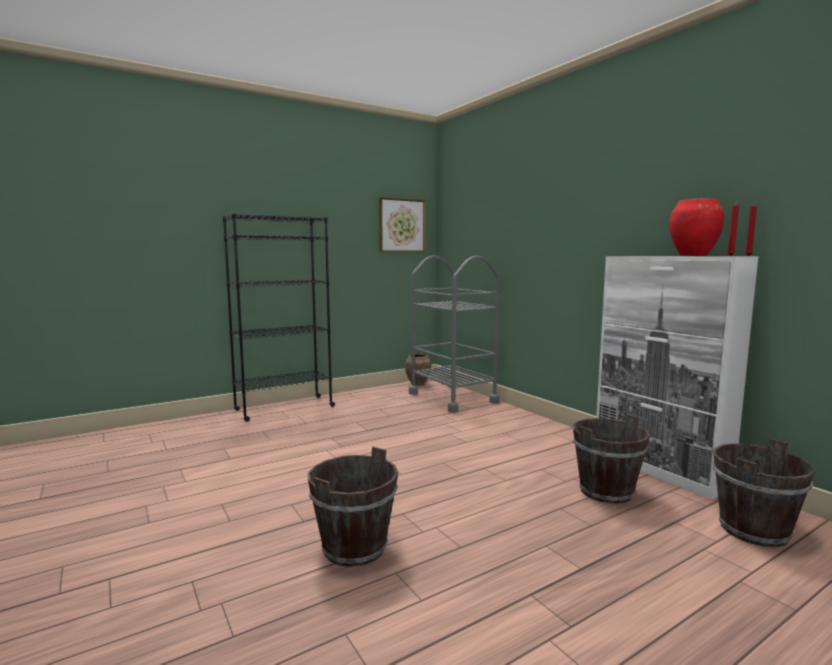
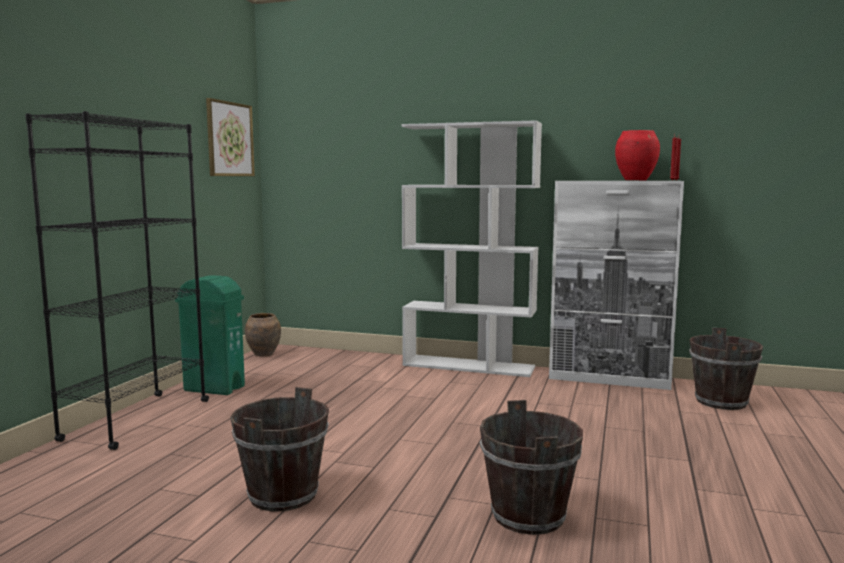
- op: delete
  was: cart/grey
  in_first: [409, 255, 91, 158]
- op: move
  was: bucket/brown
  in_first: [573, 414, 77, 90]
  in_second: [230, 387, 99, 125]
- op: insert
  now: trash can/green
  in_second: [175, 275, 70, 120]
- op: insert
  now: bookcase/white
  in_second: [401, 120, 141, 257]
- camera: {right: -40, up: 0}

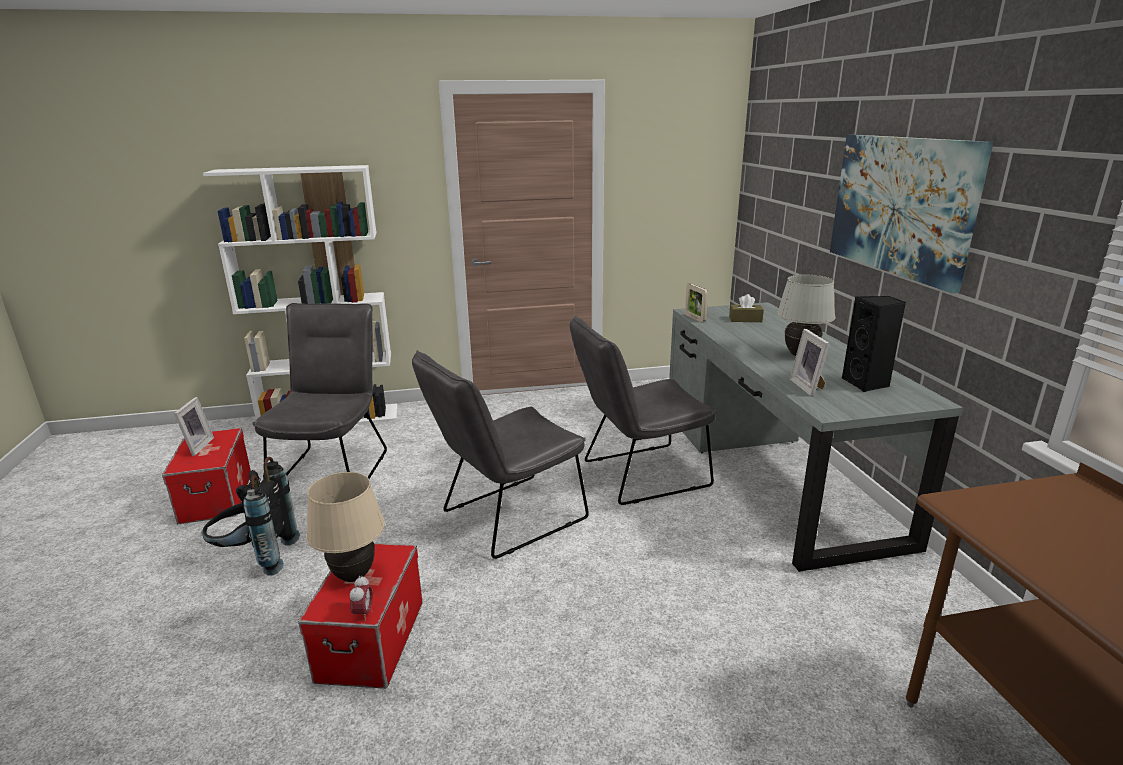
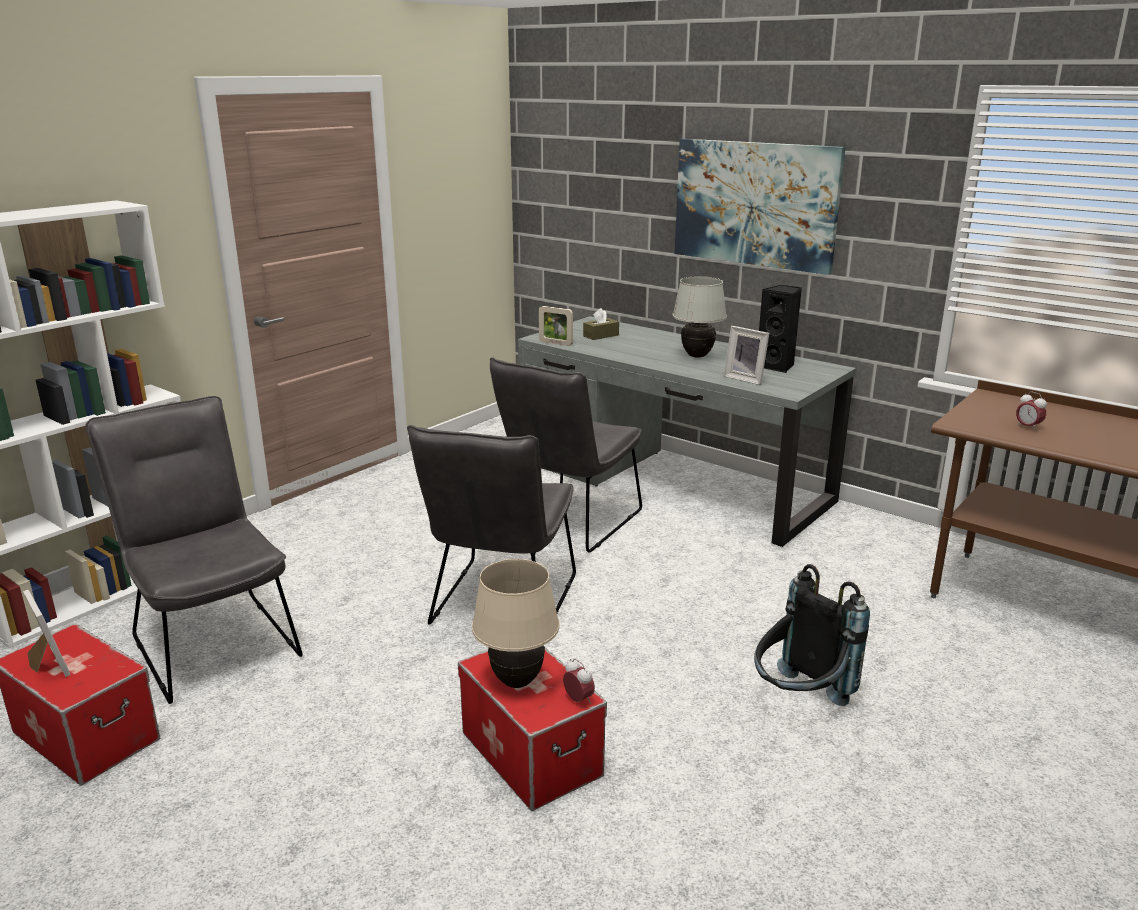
- op: move
  was: backpack/black
  in_first: [202, 457, 98, 118]
  in_second: [754, 564, 116, 142]
- op: insert
  now: alarm clock
  in_second: [1016, 392, 31, 39]
- camera: {right: -40, up: 0}

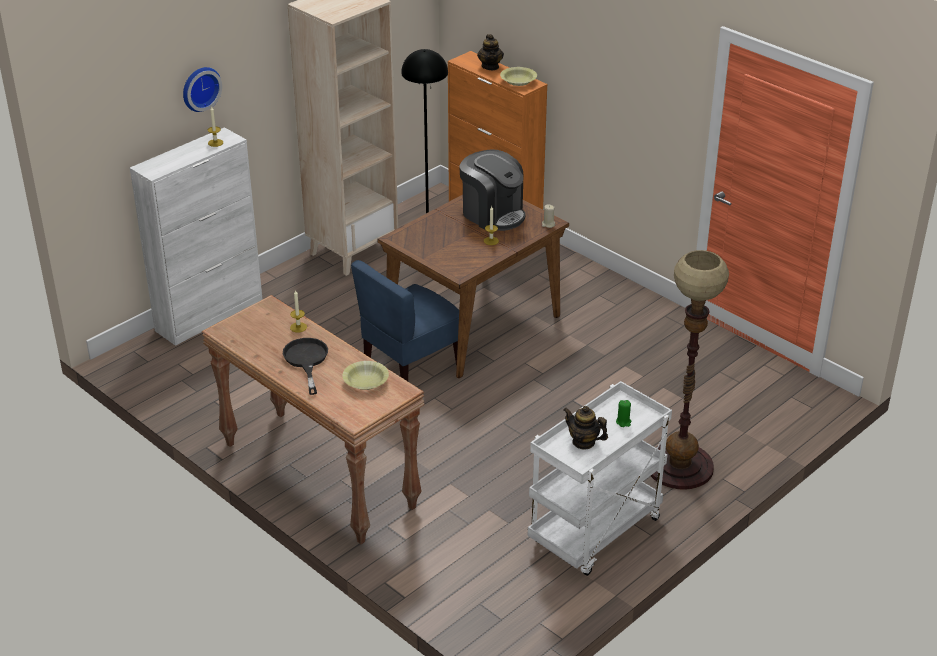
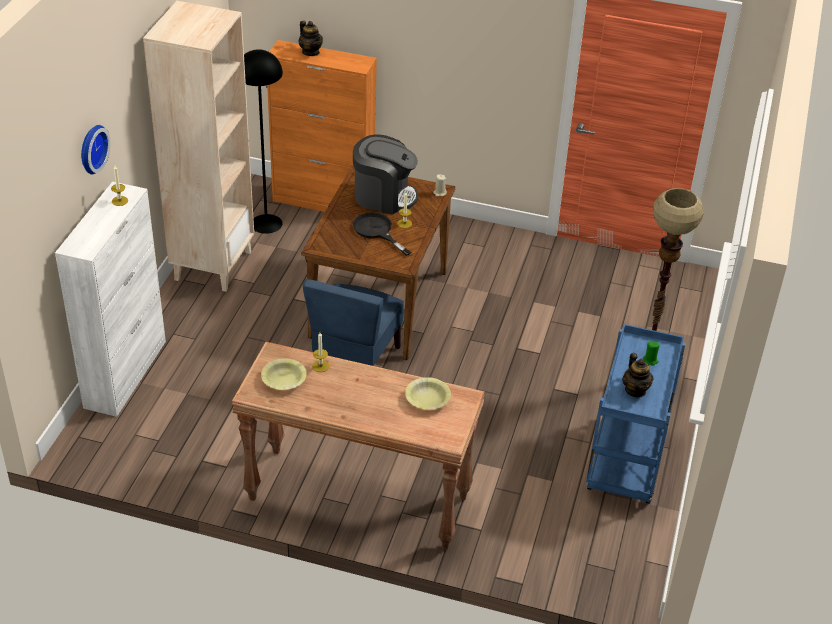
- op: move
  was: frying pan/black
  in_first: [283, 338, 45, 57]
  in_second: [353, 212, 58, 44]
- op: move
  was: bowl/yellow
  in_first: [500, 67, 37, 19]
  in_second: [261, 358, 46, 32]
- op: recolor
  was: cart/white
  now: cart/blue
  in_first: [528, 381, 144, 195]
  in_second: [586, 324, 100, 180]
- op: rotate
  was: teapot
  in_first: [563, 406, 45, 44]
  in_second: [622, 353, 32, 45]
  clockwise: -105
- camera: {right: -30, up: 5}

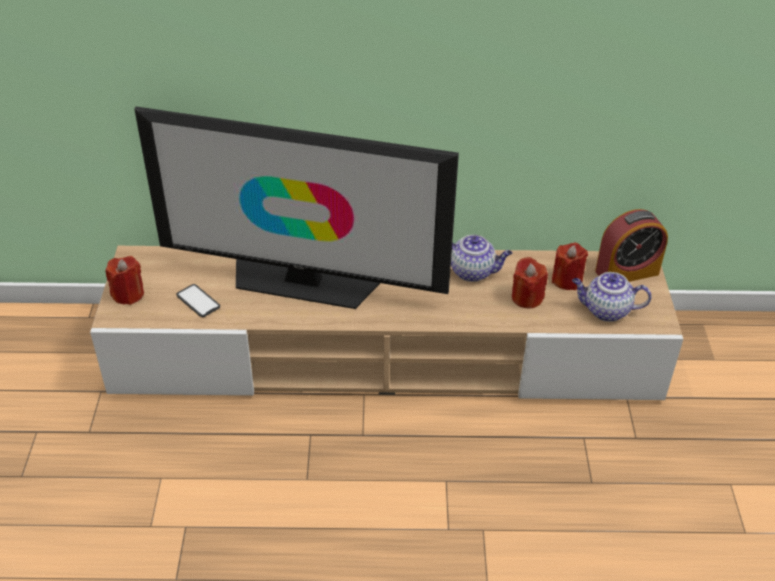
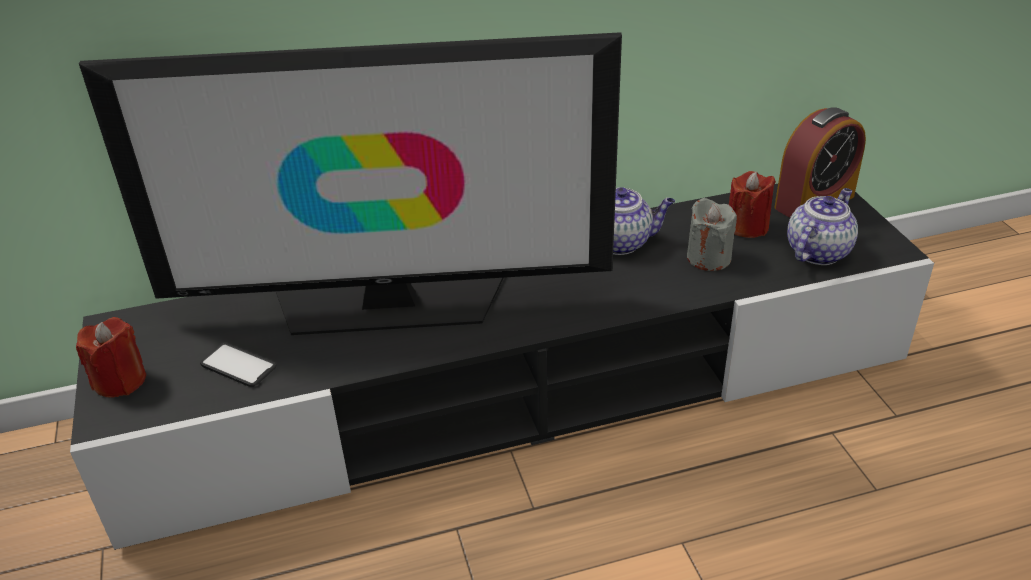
- op: recolor
  was: tv stand/beige
  now: tv stand/black
  in_first: [90, 246, 593, 154]
  in_second: [70, 184, 864, 366]
- op: recolor
  was: candle/red
  now: candle/grey
  in_first: [512, 257, 36, 52]
  in_second: [687, 198, 50, 73]
- op: rotate
  was: teapot
  in_first: [572, 272, 80, 50]
  in_second: [787, 188, 71, 77]
  clockwise: 135
- camera: {right: -15, up: -5}

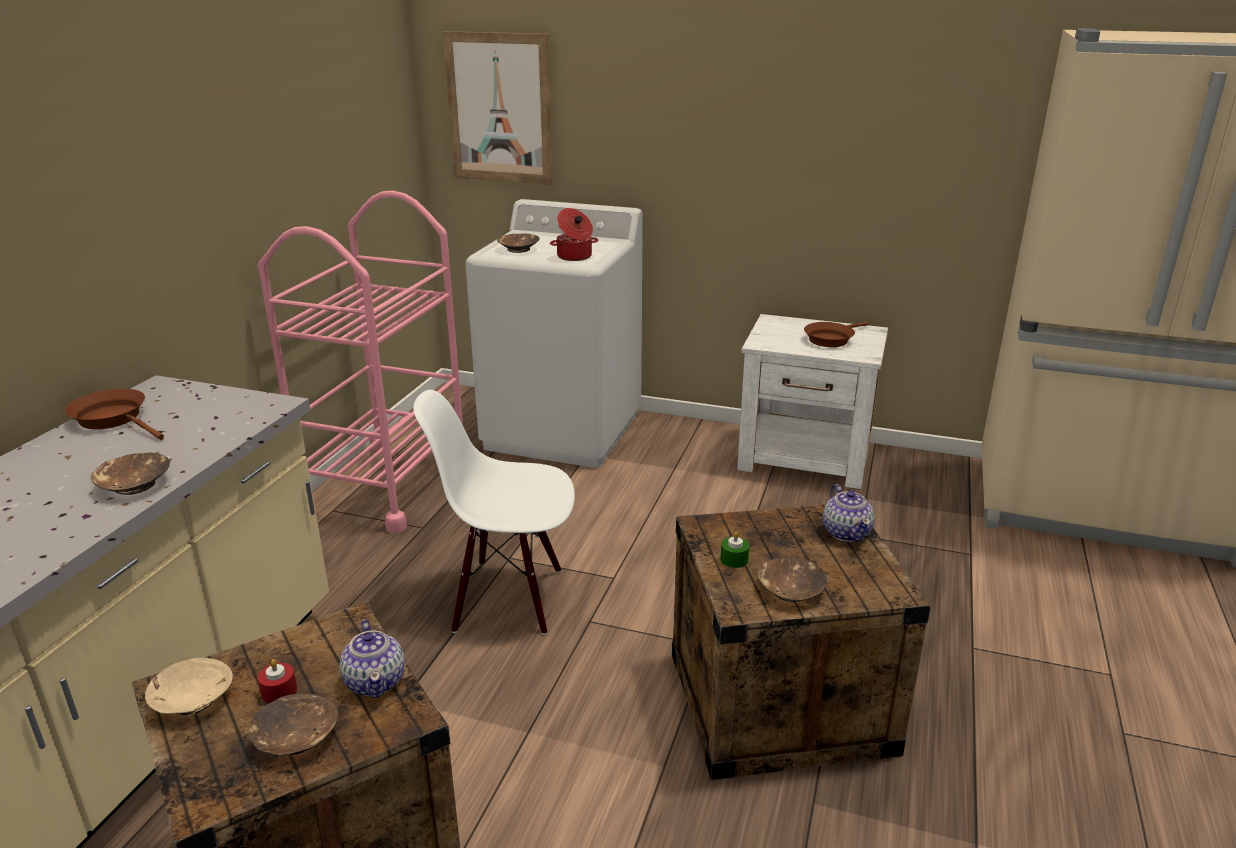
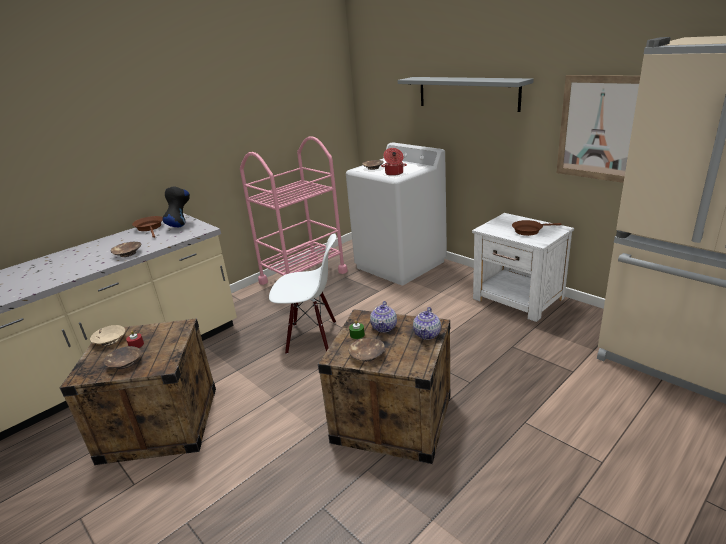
- op: move
  was: teapot
  in_first: [340, 619, 65, 79]
  in_second: [370, 301, 27, 31]
- op: rotate
  was: chair/white
  in_first: [413, 390, 162, 245]
  in_second: [269, 233, 67, 121]
  clockwise: 150
- op: move
  was: picture
  in_first: [443, 31, 110, 154]
  in_second: [557, 75, 83, 108]
- op: insert
  now: vase/black
  in_second: [162, 186, 28, 41]
- op: insert
  now: shelf/grey
  in_second: [398, 77, 136, 35]
- camera: {right: 30, up: 0}

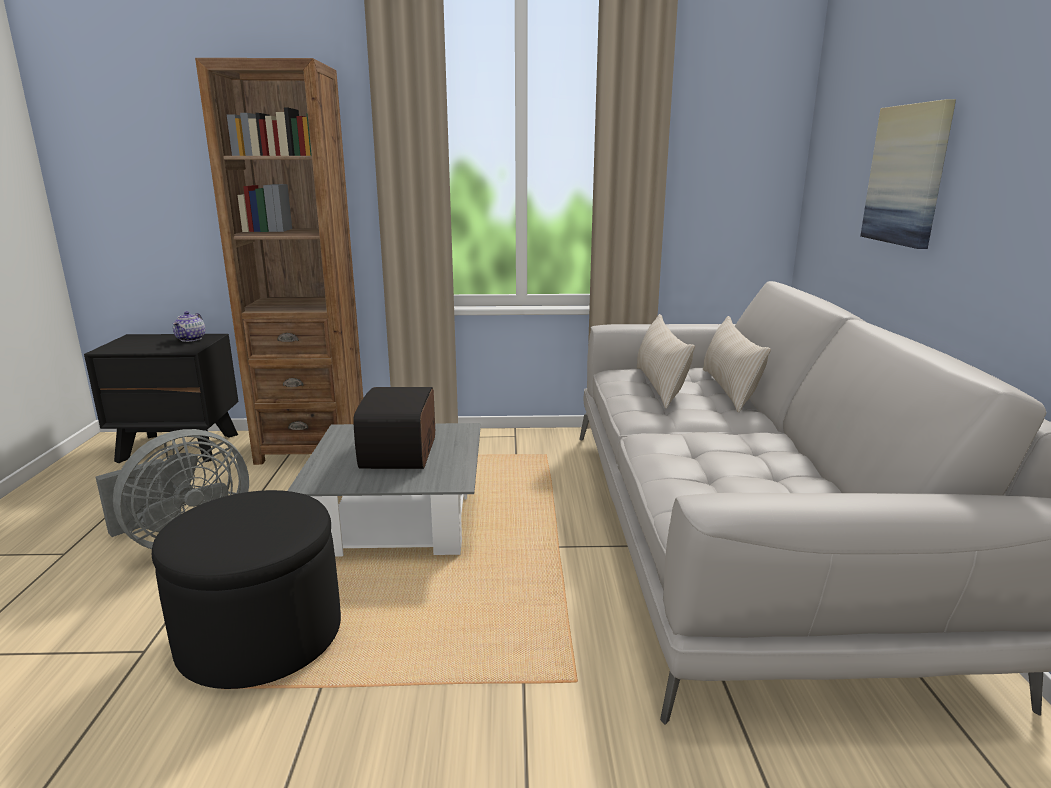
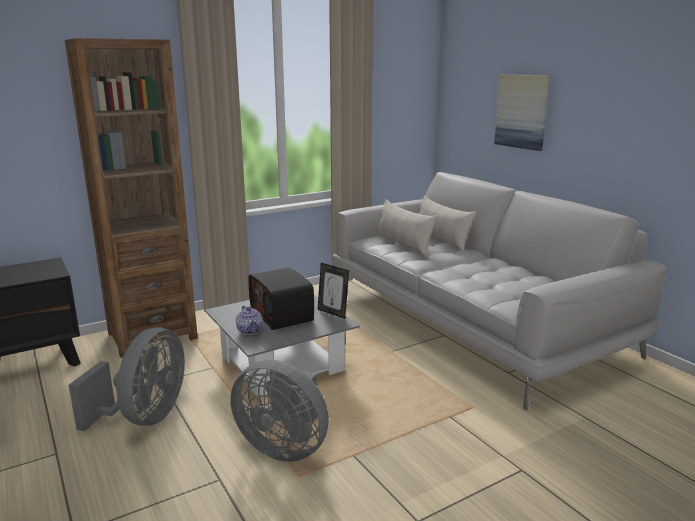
- op: replace
  was: ottoman/black
  now: fan/grey
  in_first: [152, 490, 189, 199]
  in_second: [230, 360, 99, 102]
- op: move
  was: teapot
  in_first: [173, 311, 32, 31]
  in_second: [236, 305, 27, 30]
- op: insert
  now: picture frame
  in_second: [318, 263, 31, 56]
- camera: {right: -30, up: 0}

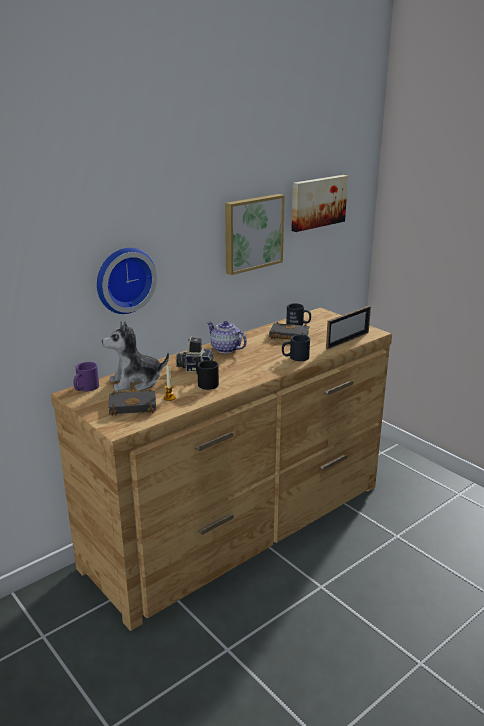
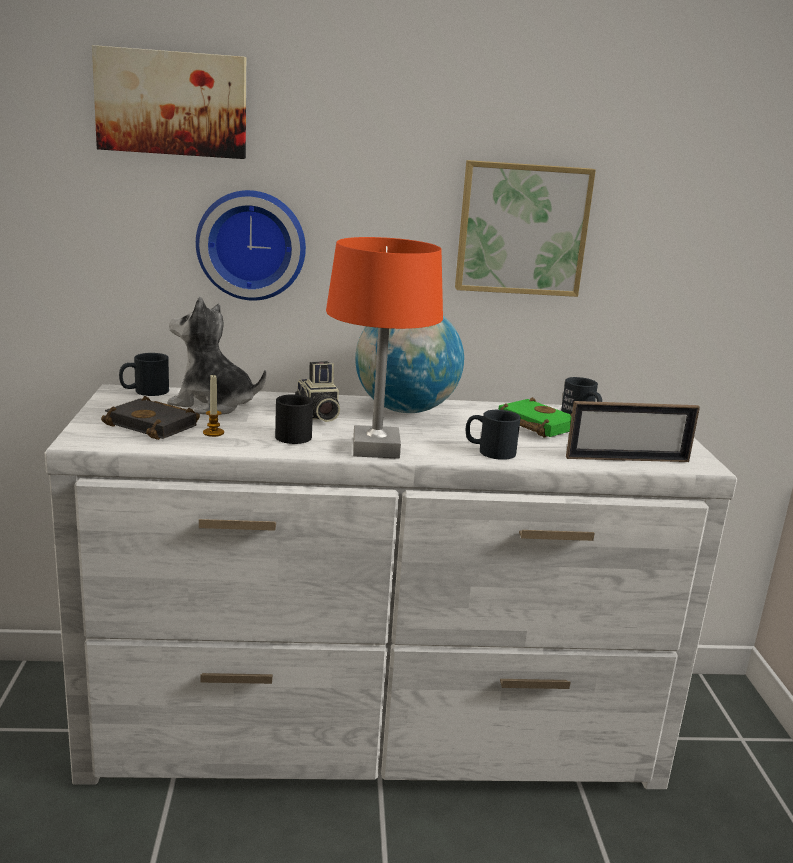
- op: recolor
  was: dresser/brown
  now: dresser/white
  in_first: [51, 307, 341, 324]
  in_second: [45, 384, 692, 405]
- op: recolor
  was: mug/purple
  now: mug/black
  in_first: [74, 362, 25, 29]
  in_second: [119, 353, 50, 43]
- op: rotate
  was: photo camera
  in_first: [176, 336, 37, 36]
  in_second: [295, 361, 45, 61]
  clockwise: -150
- op: replace
  was: teapot
  now: globe
  in_first: [206, 321, 41, 32]
  in_second: [355, 316, 109, 97]
- op: recolor
  was: book/black
  now: book/green
  in_first: [269, 322, 41, 18]
  in_second: [498, 397, 74, 41]
- op: move
  was: picture
  in_first: [291, 175, 57, 57]
  in_second: [92, 45, 154, 114]
- op: insert
  now: table lamp/orange
  in_second: [326, 237, 117, 222]
- camera: {right: 35, up: -5}

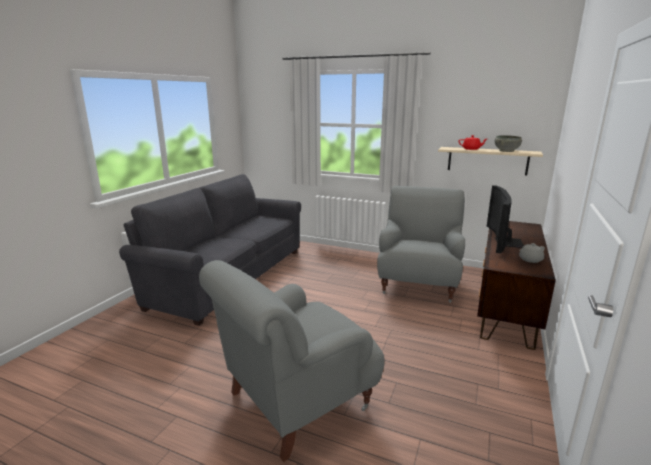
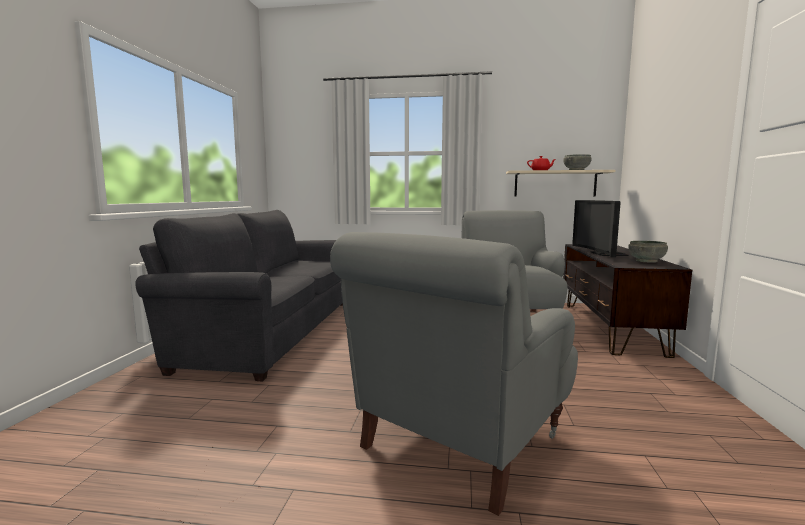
- op: replace
  was: teapot/grey
  now: bowl/grey
  in_first: [519, 243, 26, 20]
  in_second: [628, 241, 40, 22]
- camera: {right: -15, up: -10}

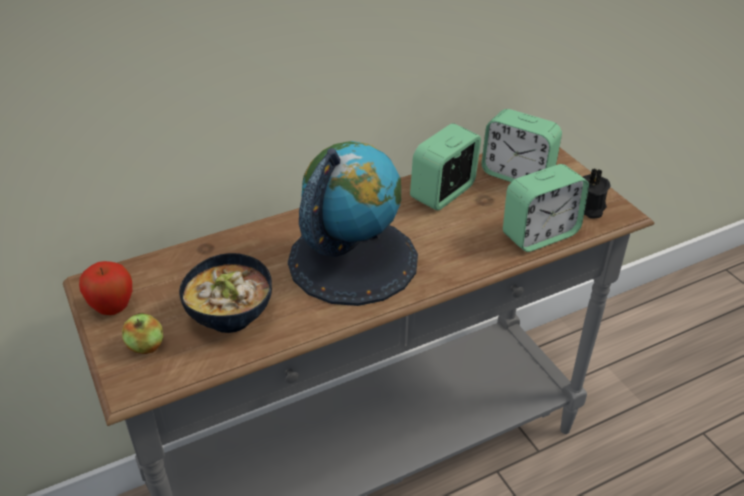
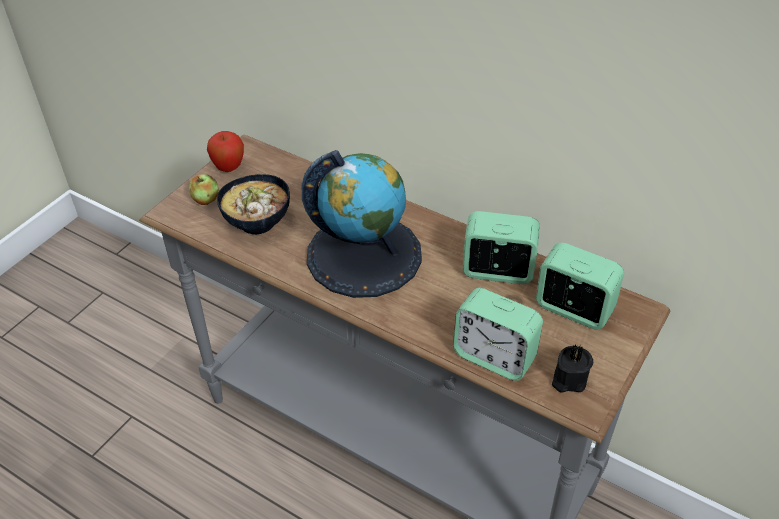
- op: rotate
  was: alarm clock
  in_first: [481, 109, 81, 73]
  in_second: [536, 243, 88, 87]
  clockwise: 120
- camera: {right: 60, up: 5}

